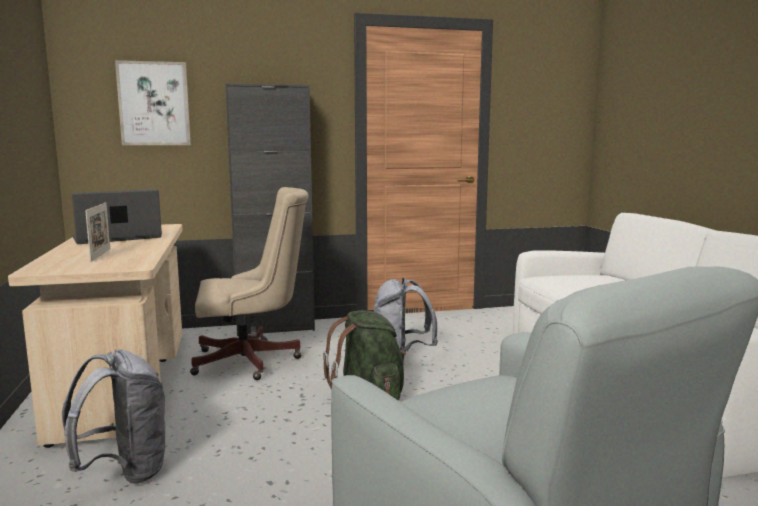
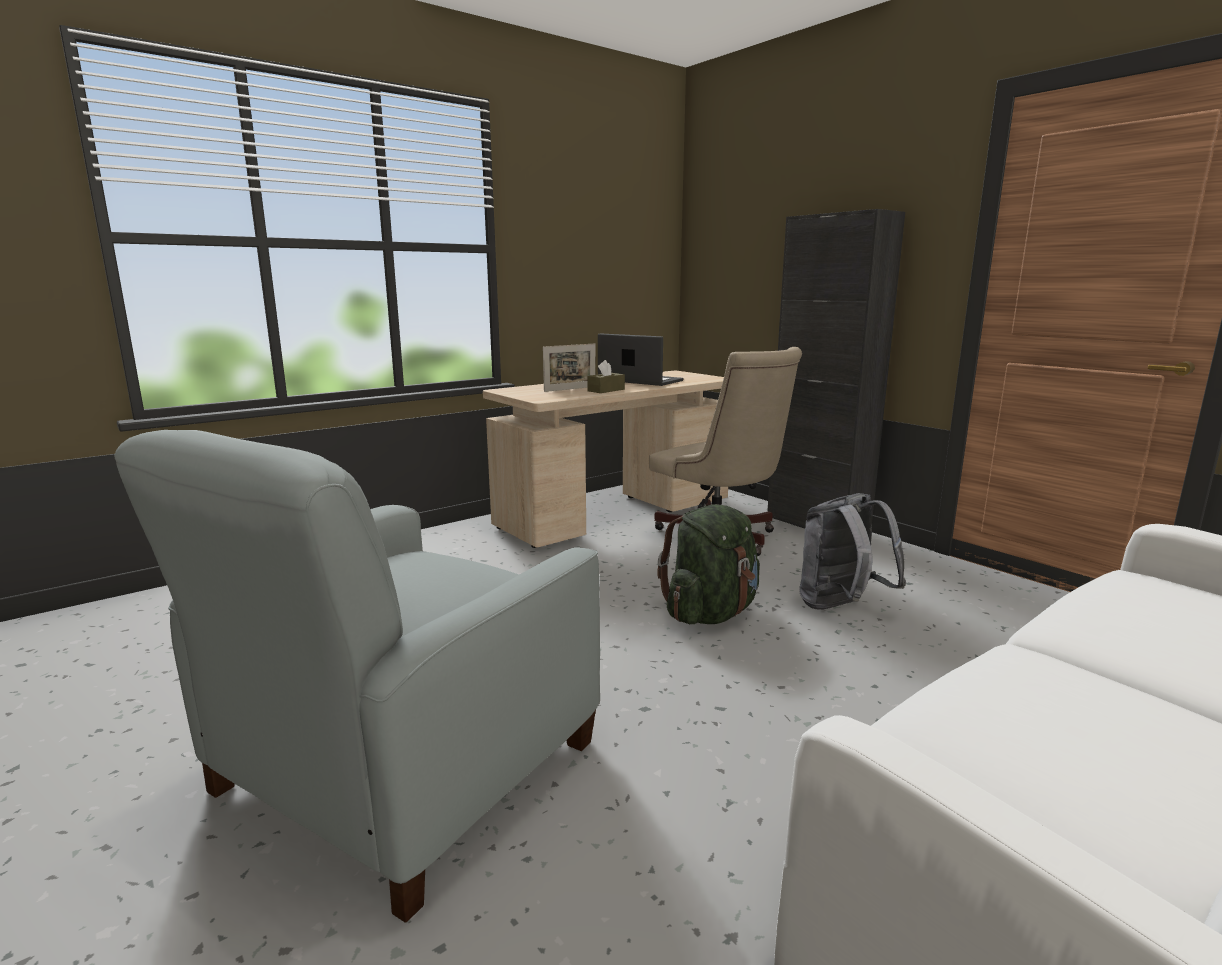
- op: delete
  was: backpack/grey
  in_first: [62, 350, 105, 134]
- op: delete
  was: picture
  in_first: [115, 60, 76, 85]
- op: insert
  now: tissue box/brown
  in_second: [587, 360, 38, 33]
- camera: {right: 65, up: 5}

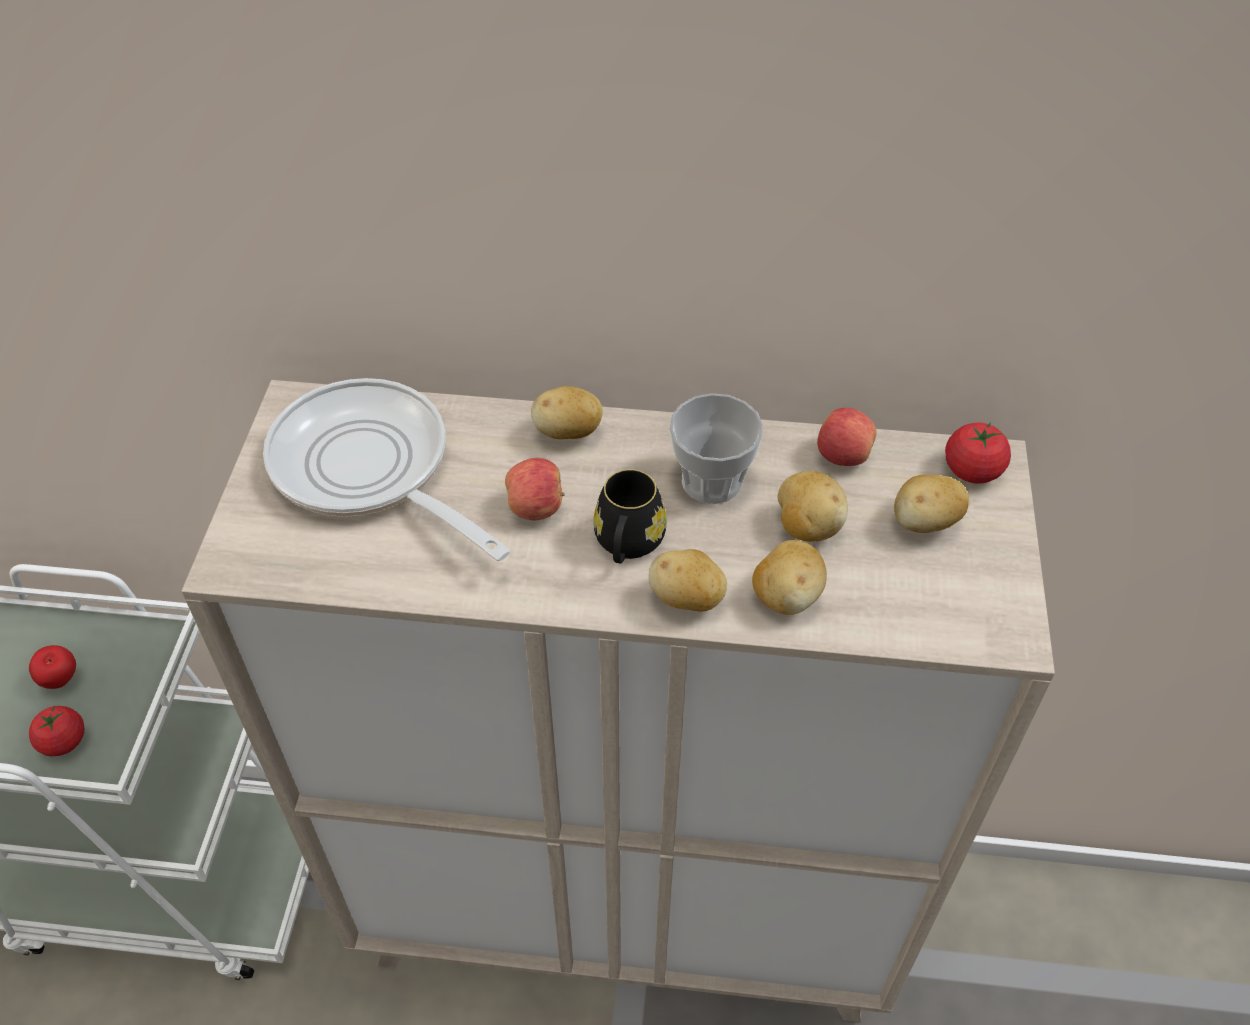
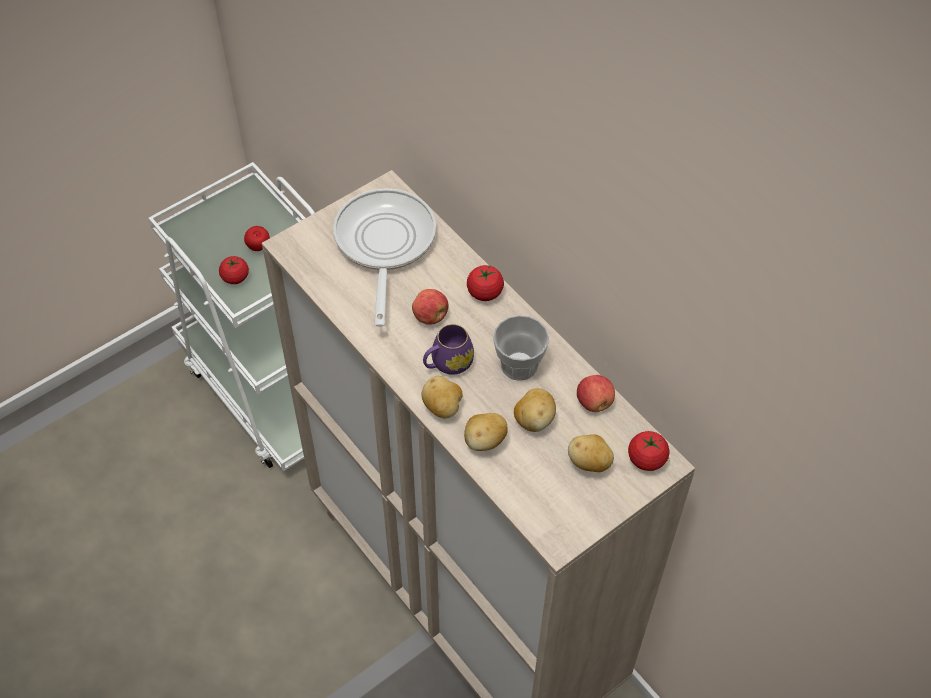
- op: replace
  was: potato
  now: tomato
  in_first: [531, 386, 72, 53]
  in_second: [467, 265, 37, 36]
- op: recolor
  was: mug/black
  now: mug/purple
  in_first: [593, 469, 74, 94]
  in_second: [423, 324, 51, 51]
- camera: {right: 45, up: 5}

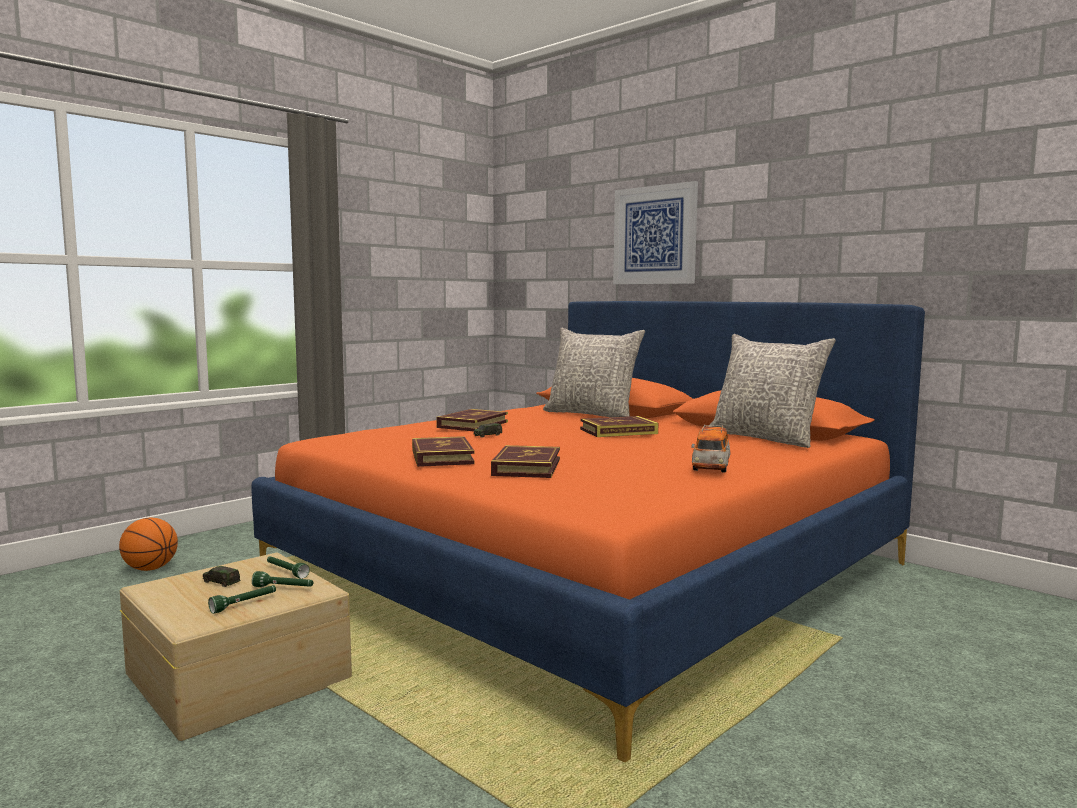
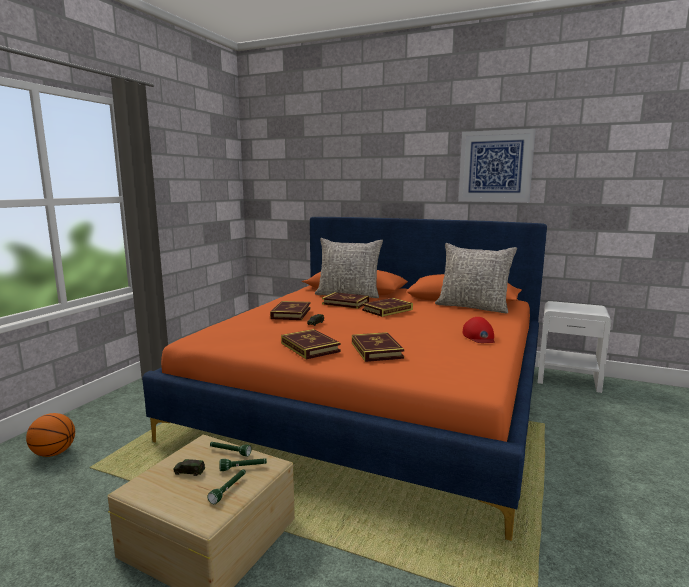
- op: move
  was: picture
  in_first: [613, 181, 85, 103]
  in_second: [458, 129, 78, 73]
- op: replace
  was: toy car
  now: cap/red
  in_first: [691, 424, 40, 49]
  in_second: [463, 317, 32, 26]
- op: insert
  now: book
  in_second: [322, 292, 47, 17]
- op: insert
  now: nightstand/white
  in_second: [538, 301, 73, 92]
- camera: {right: -20, up: 5}

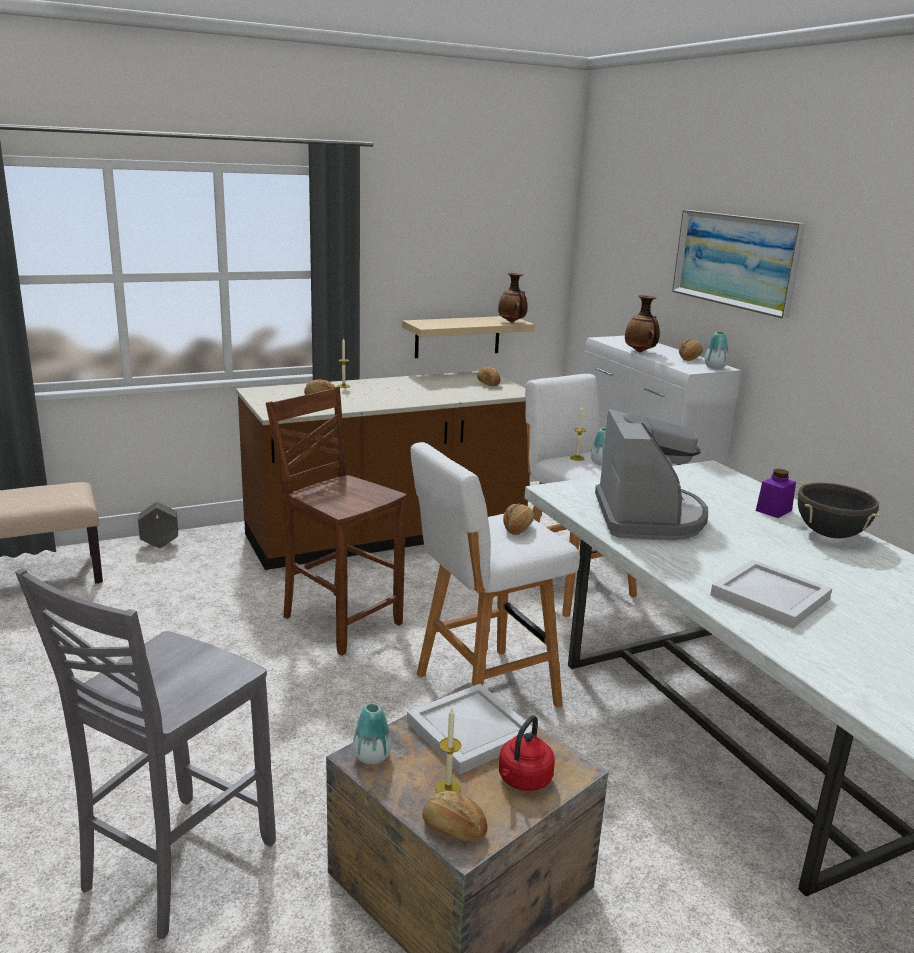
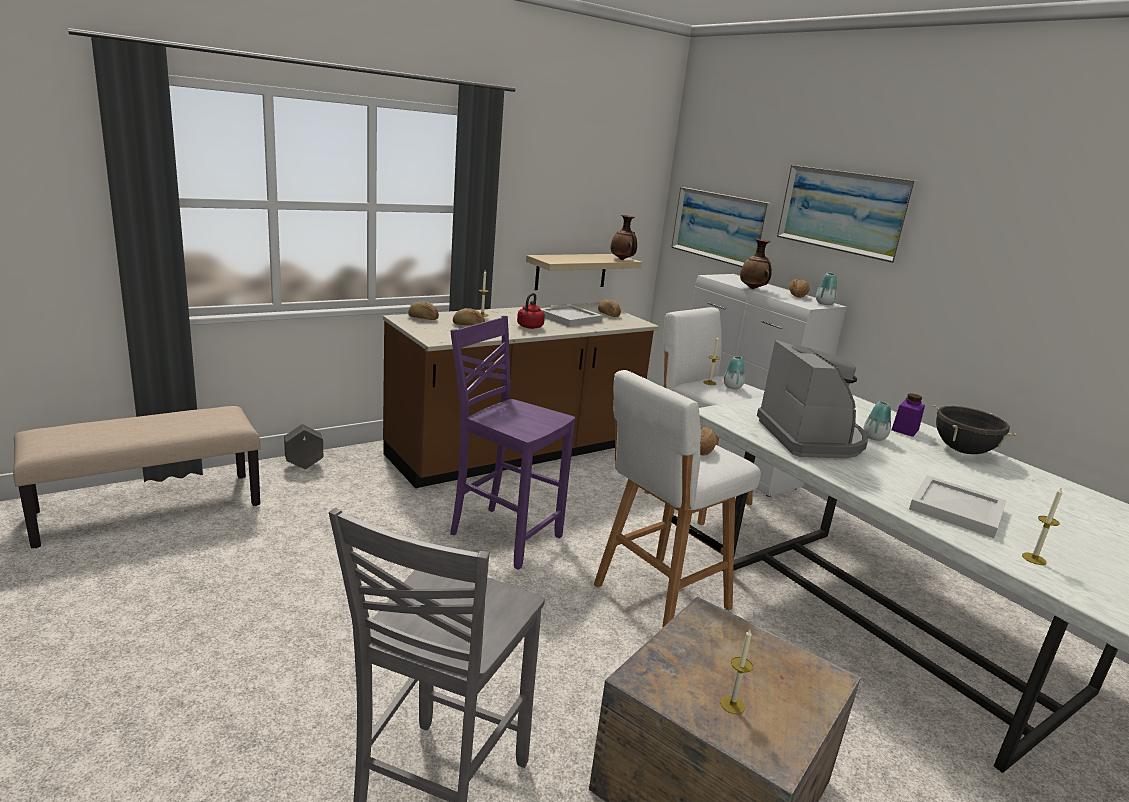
- op: recolor
  was: chair/brown
  now: chair/purple
  in_first: [266, 387, 141, 269]
  in_second: [450, 316, 125, 254]
- op: move
  was: vase
  in_first: [353, 703, 39, 62]
  in_second: [863, 401, 28, 40]
- op: move
  was: tray/white
  in_first: [407, 684, 125, 91]
  in_second: [540, 304, 63, 23]
- op: move
  was: bread
  in_first: [422, 791, 65, 50]
  in_second: [408, 301, 31, 19]
- op: move
  was: kettle/red
  in_first: [499, 715, 56, 76]
  in_second: [517, 293, 28, 36]
- op: insert
  now: picture
  in_second: [671, 187, 101, 80]
- op: insert
  now: candle
  in_second: [1022, 487, 41, 78]
- camera: {right: -10, up: 0}

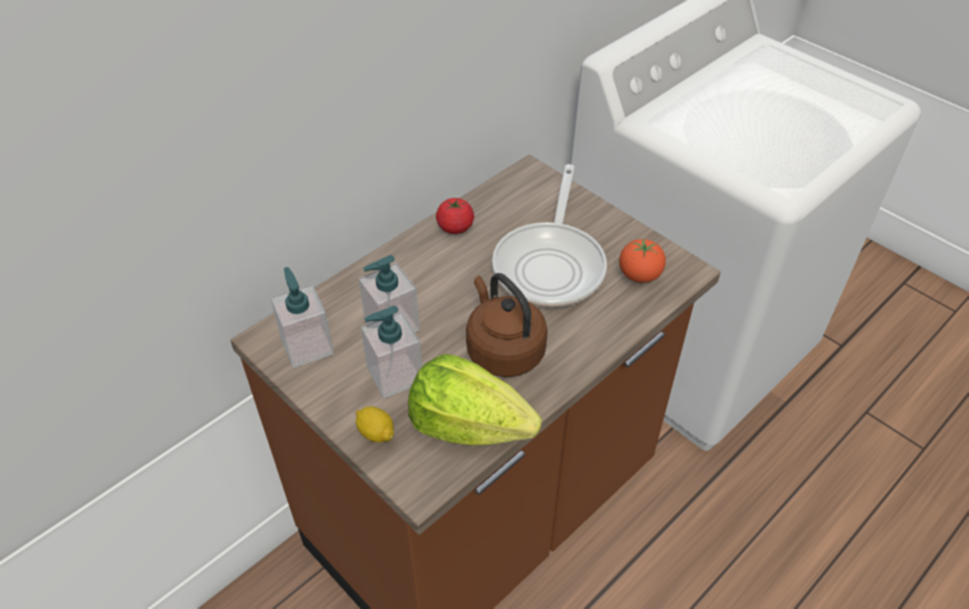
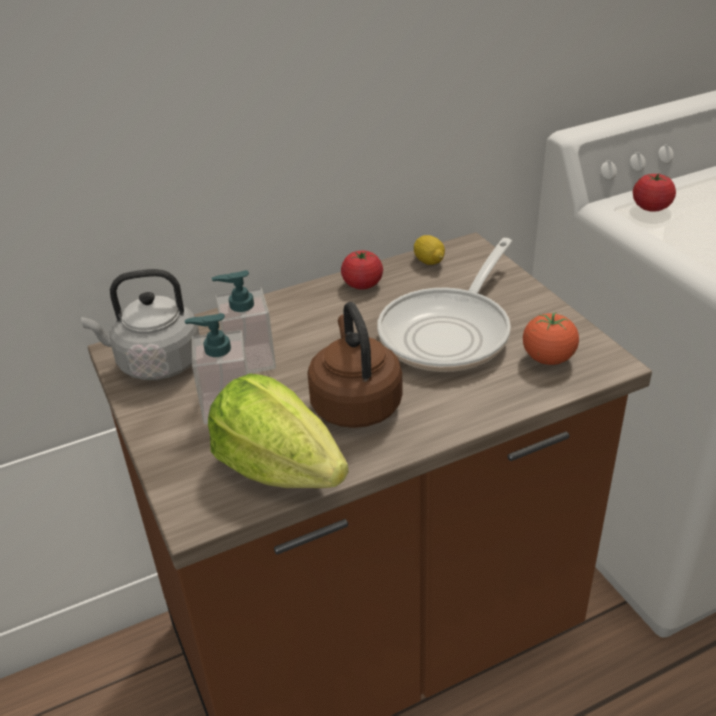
- op: replace
  was: soap dispenser
  now: kettle/grey
  in_first: [270, 267, 64, 101]
  in_second: [81, 269, 119, 111]
- op: move
  was: lemon
  in_first: [356, 406, 38, 36]
  in_second: [414, 235, 31, 30]
- op: insert
  now: tomato
  in_second: [633, 173, 43, 39]
- camera: {right: 20, up: -10}

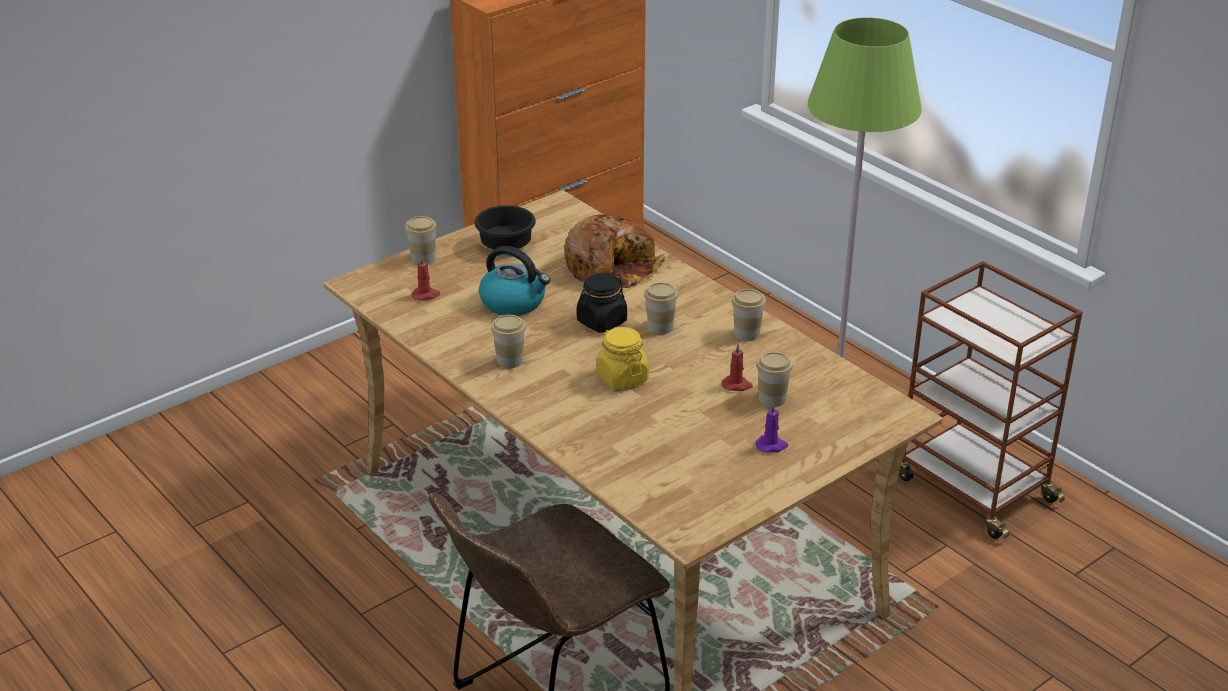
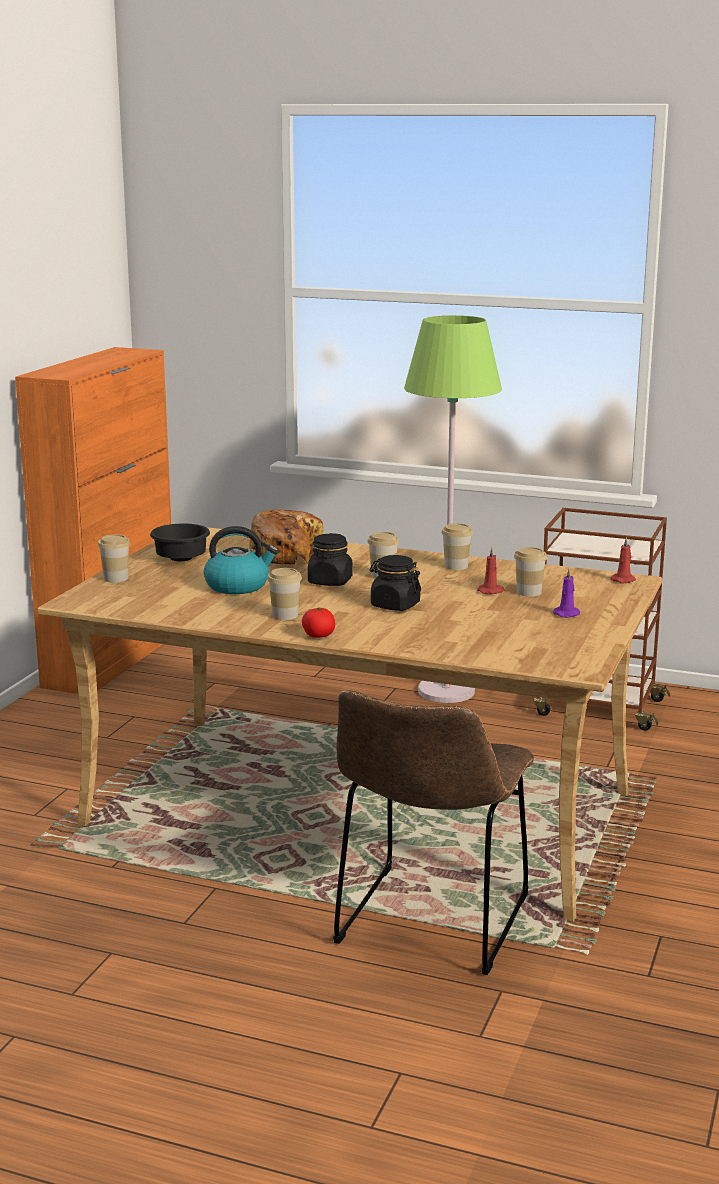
- op: move
  was: candle/red
  in_first: [411, 256, 29, 45]
  in_second: [611, 537, 25, 46]
- op: recolor
  was: jar/yellow
  now: jar/black
  in_first: [596, 327, 53, 63]
  in_second: [370, 555, 51, 56]
- op: insert
  now: tomato
  in_second: [302, 607, 33, 31]
- camera: {right: -30, up: -15}

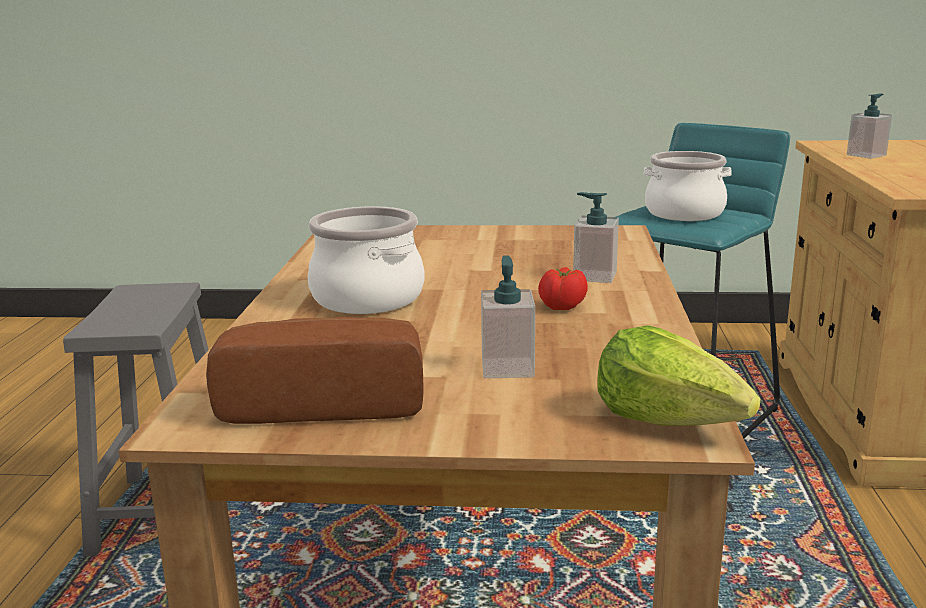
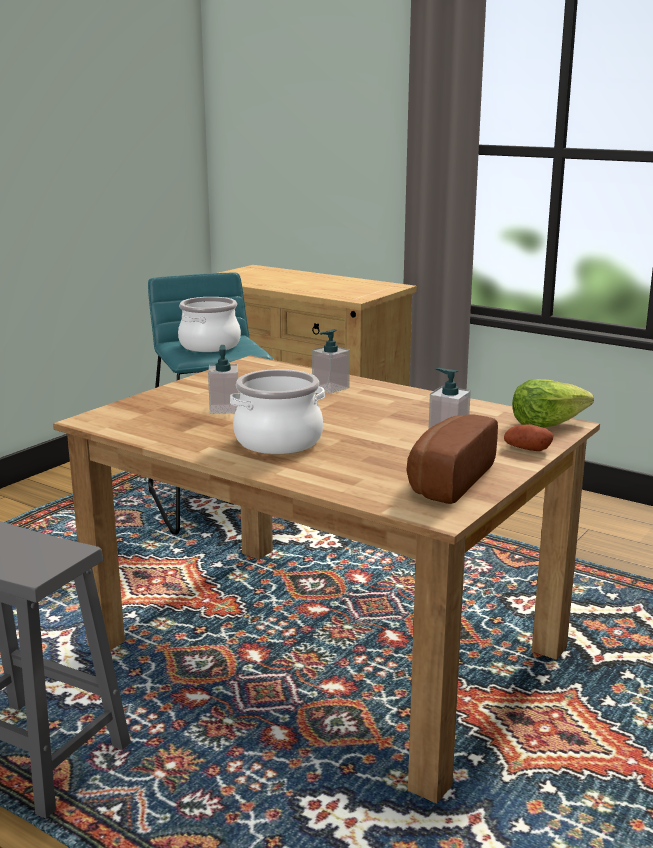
- op: delete
  was: tomato
  in_first: [538, 267, 50, 43]
- op: move
  was: soap dispenser
  in_first: [847, 94, 45, 65]
  in_second: [208, 345, 31, 69]
- op: insert
  now: potato
  in_second: [504, 424, 49, 27]
- camera: {right: -60, up: 0}

